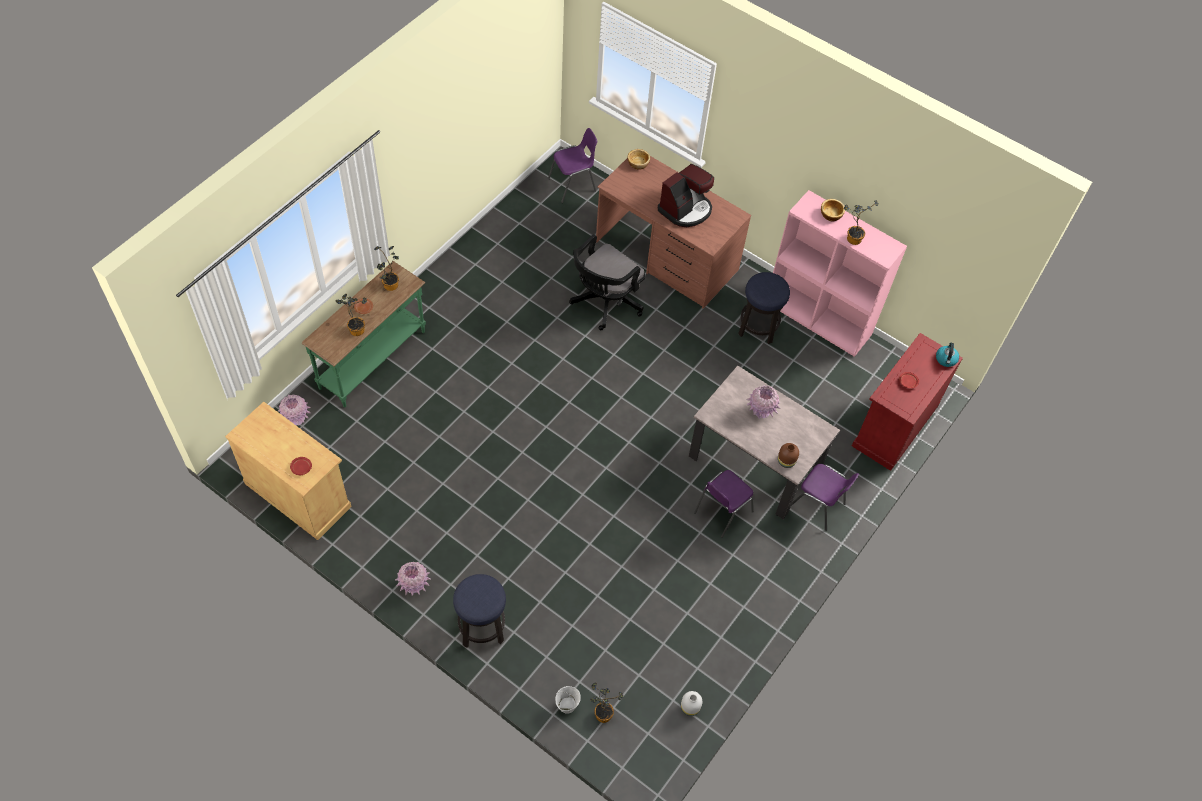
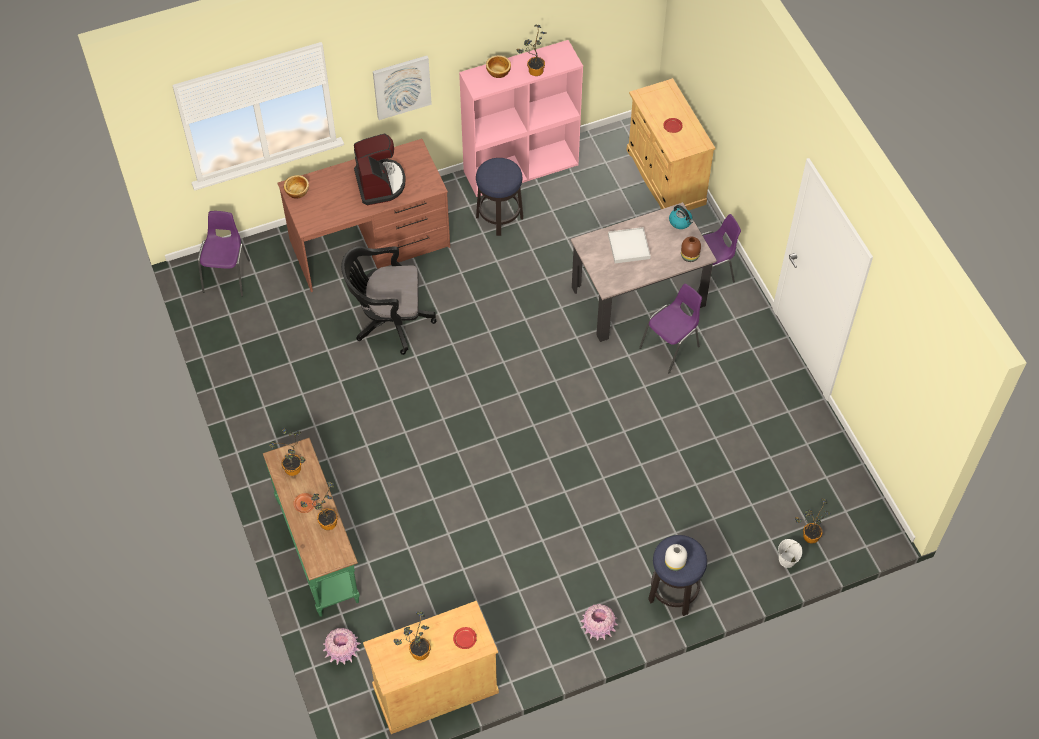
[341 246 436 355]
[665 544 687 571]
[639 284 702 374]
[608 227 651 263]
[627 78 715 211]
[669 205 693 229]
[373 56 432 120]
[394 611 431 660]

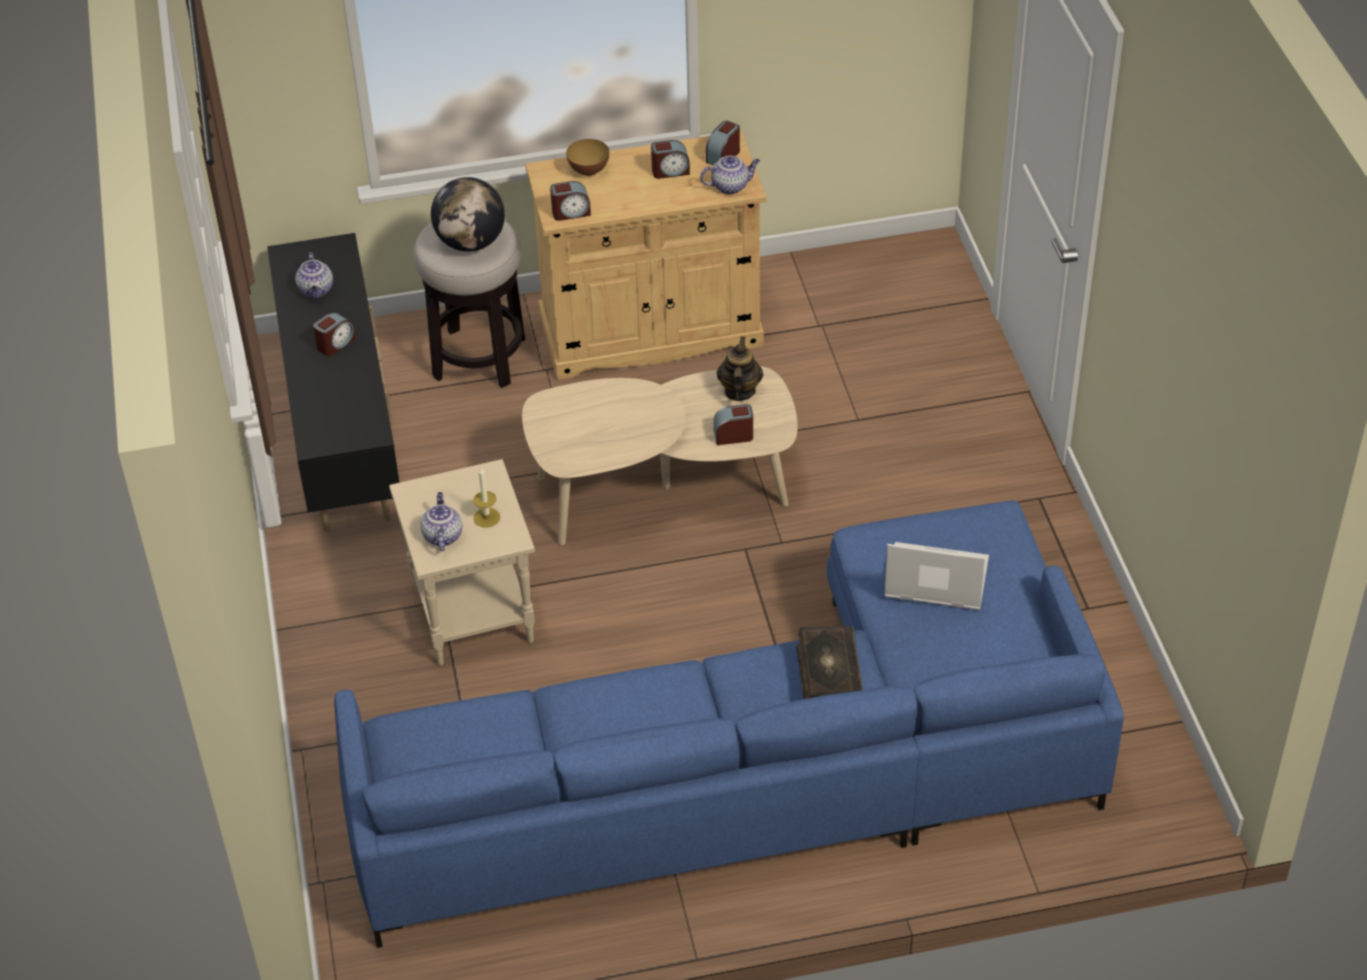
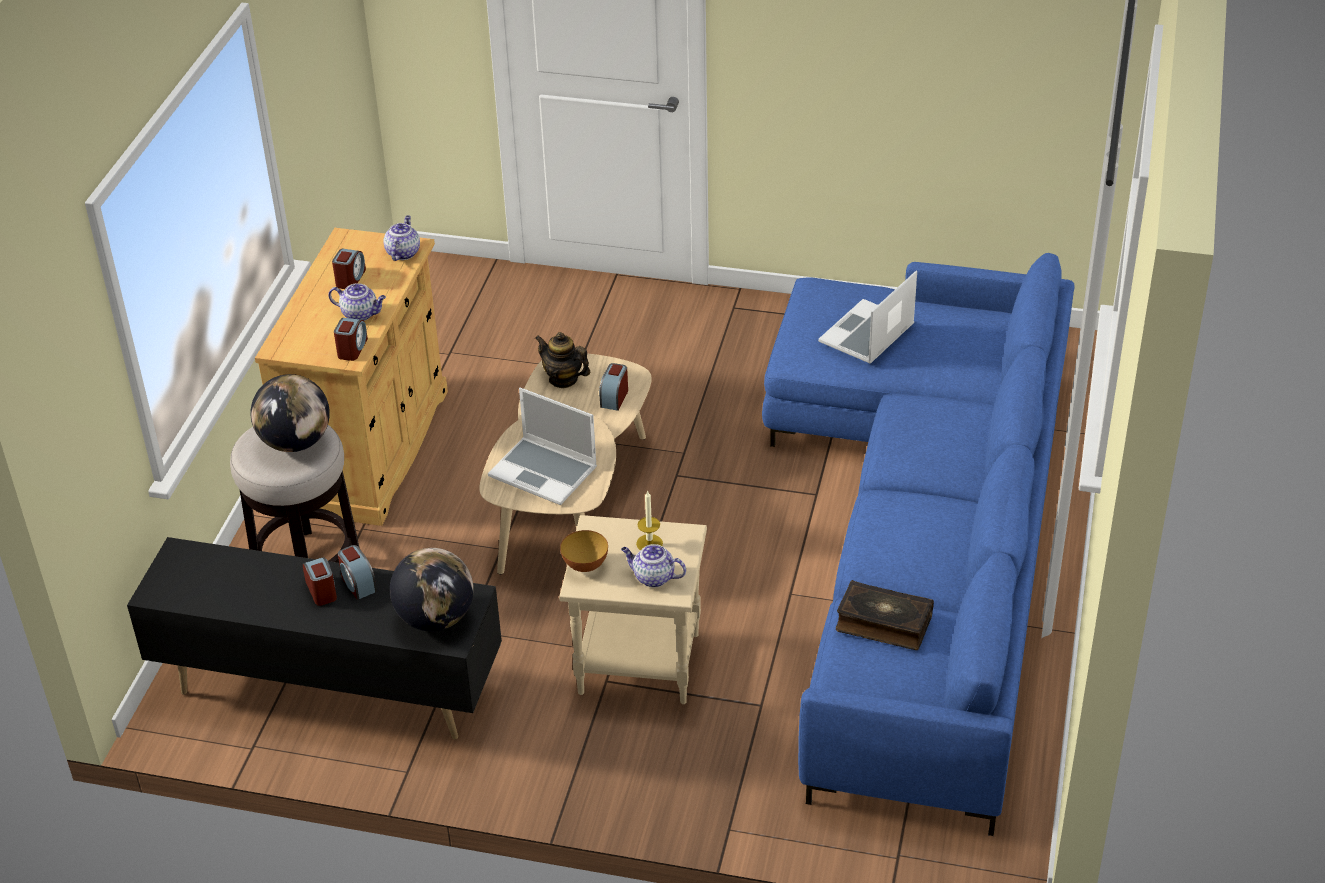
[328 283 386 321]
[560 530 608 572]
[338 545 377 600]
[836 580 934 650]
[390 548 474 631]
[488 387 597 505]

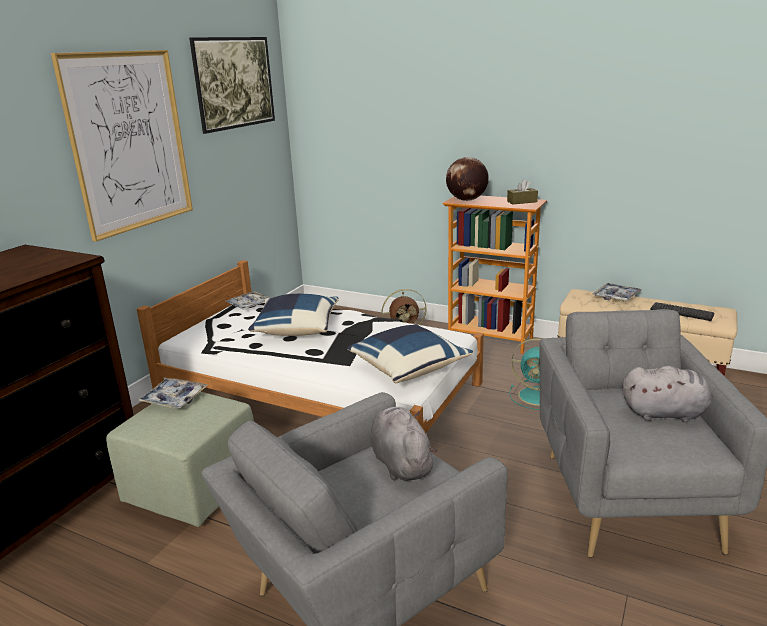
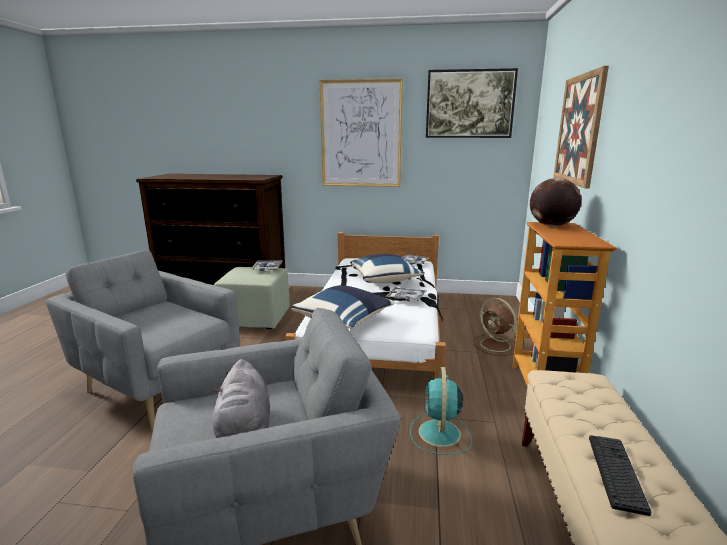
[370 407 437 481] (first image)
[507 179 538 204] (first image)
[386 287 426 301]
[553 66 609 188]

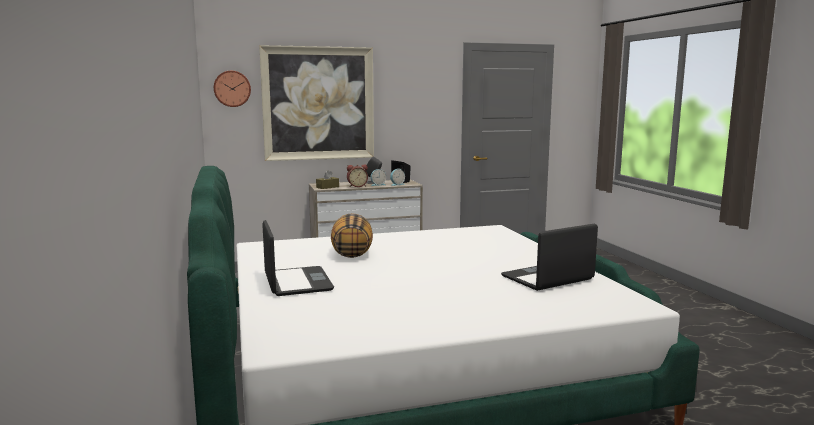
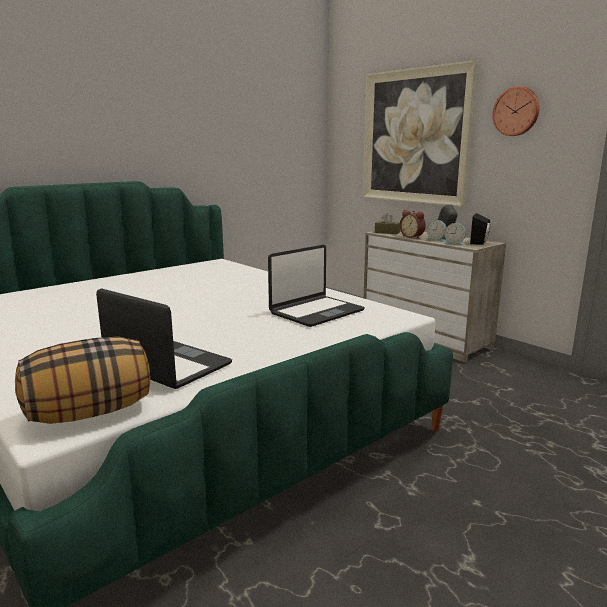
[492 87 540 136]
[268 245 365 327]
[15 337 150 424]

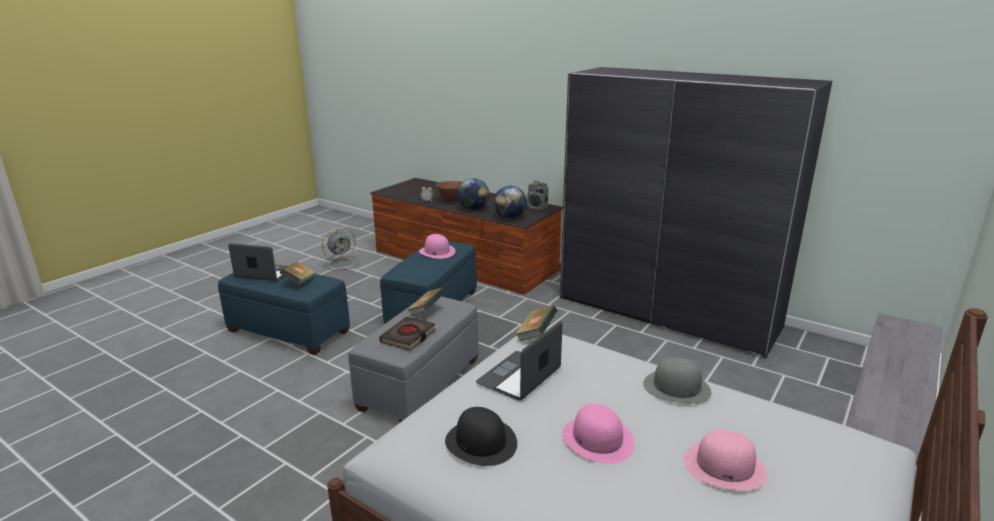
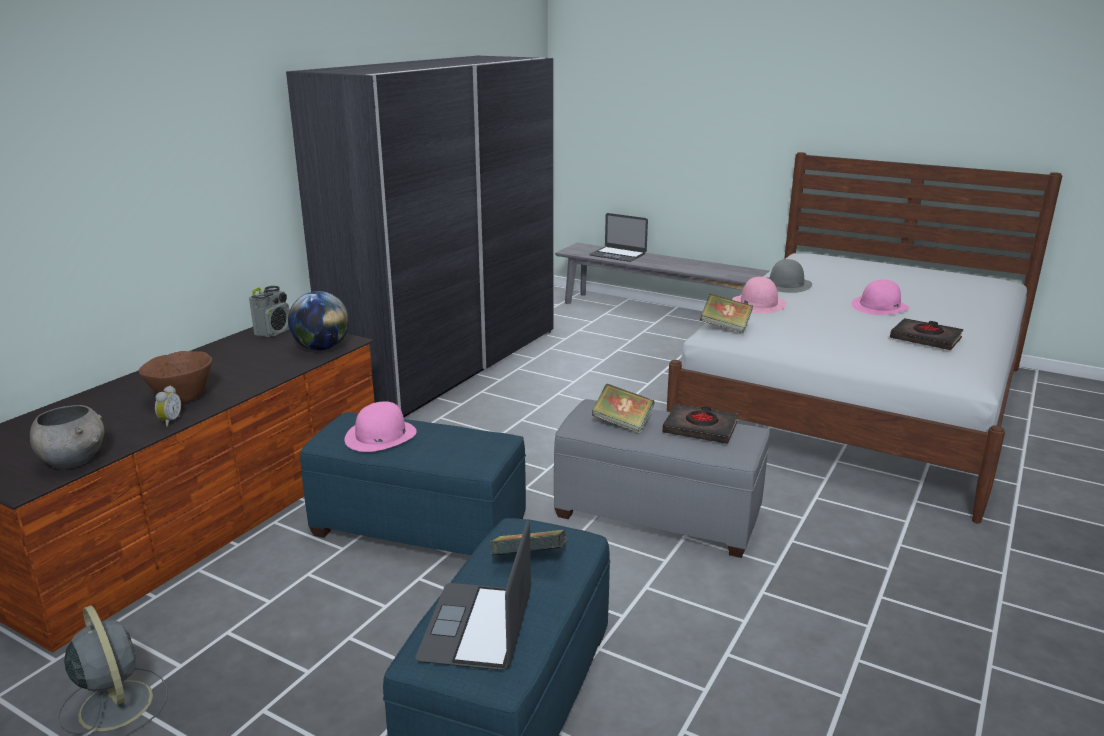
[890 318 963 350]
[458 178 490 210] (first image)
[589 213 648 262]
[732 277 786 313]
[30 405 104 469]

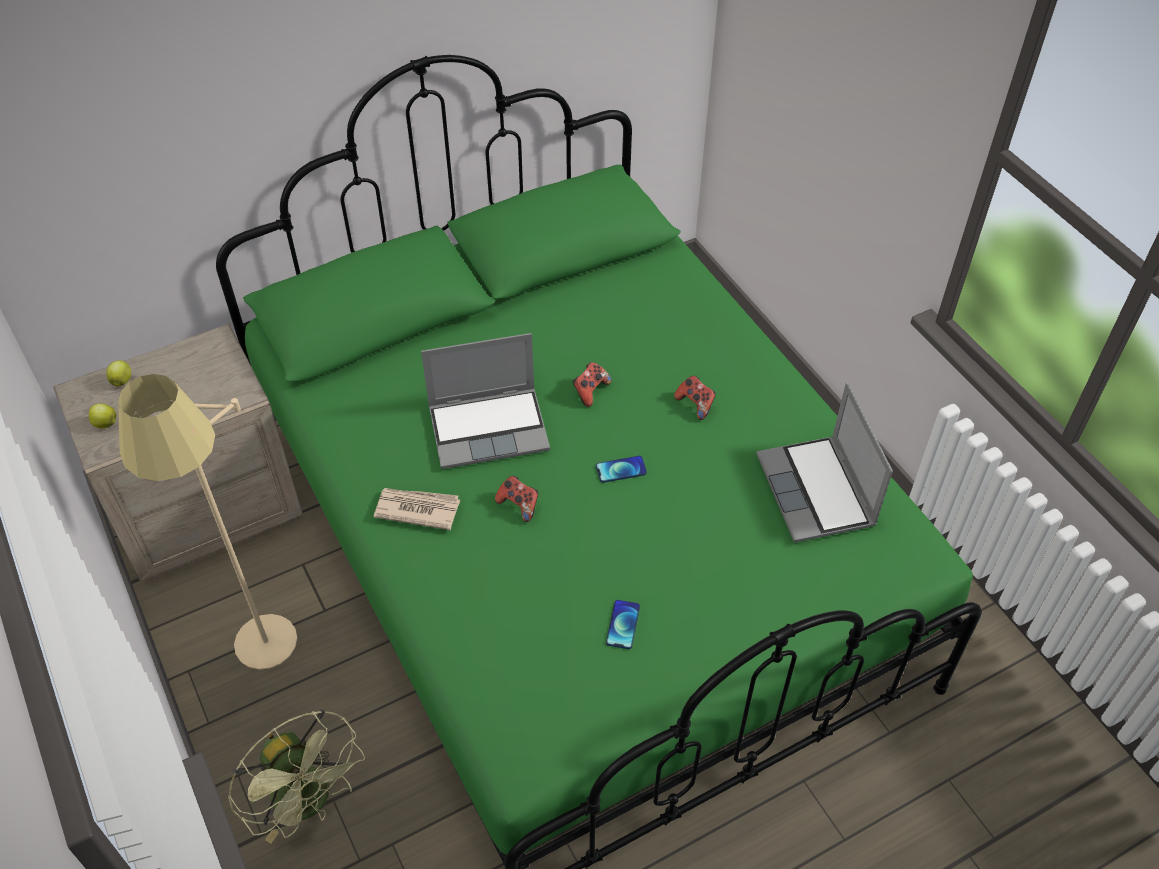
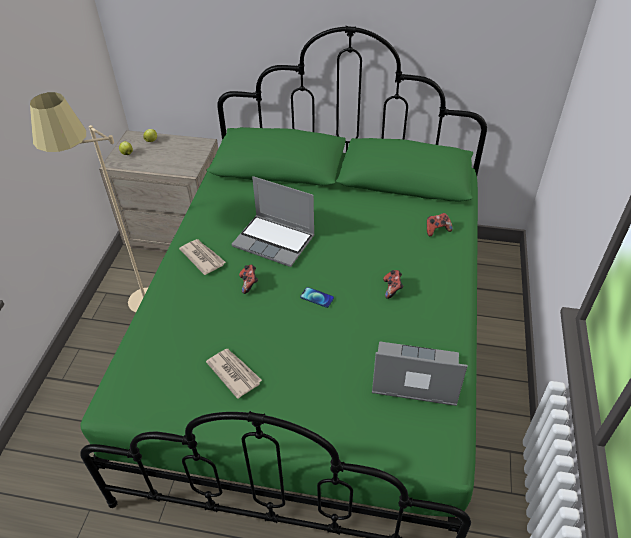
[228 710 365 843] (first image)
[427 213 453 236]
[206 349 262 399]
[372 341 468 406]

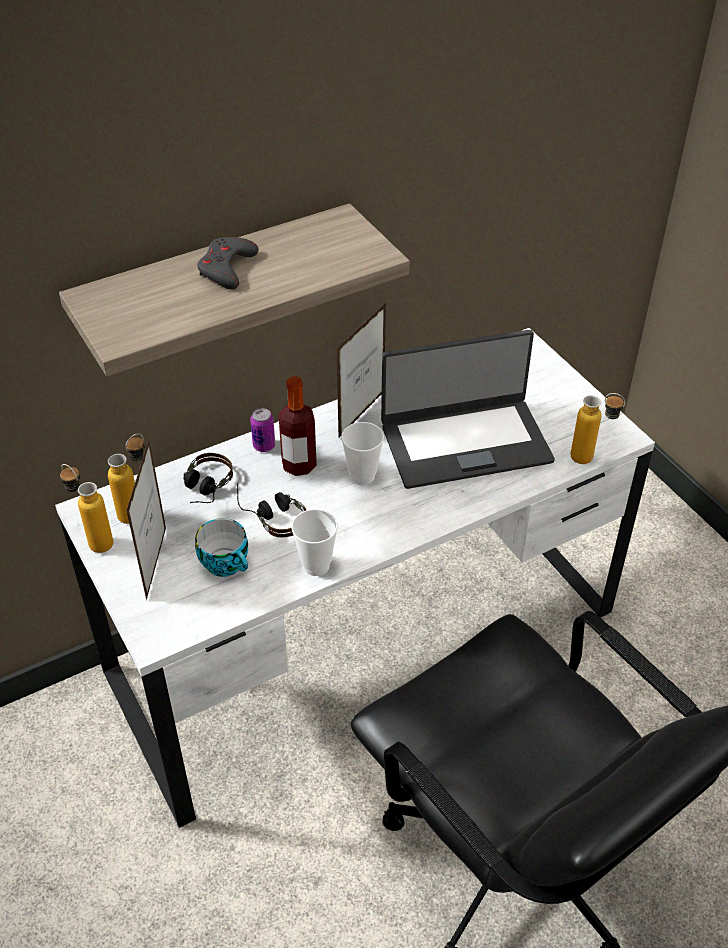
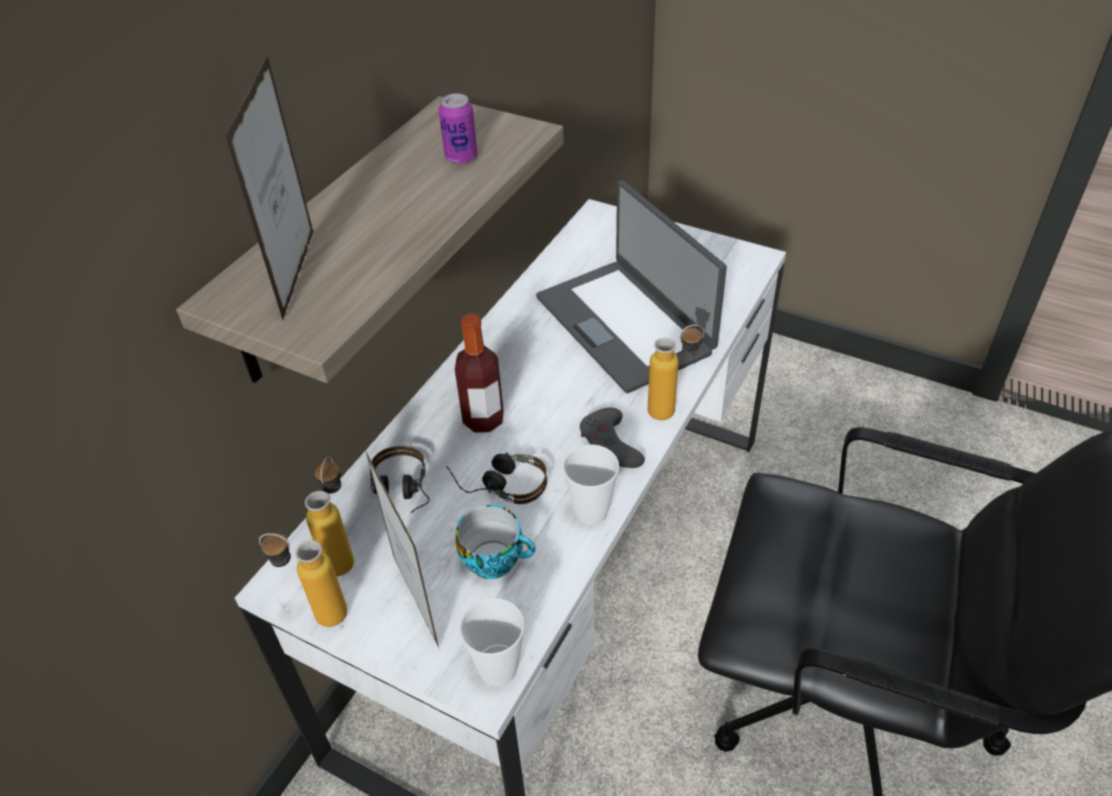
[580 407 645 468]
[439 94 478 164]
[225 54 314 320]
[459 598 525 686]
[536 180 727 393]
[648 325 704 420]

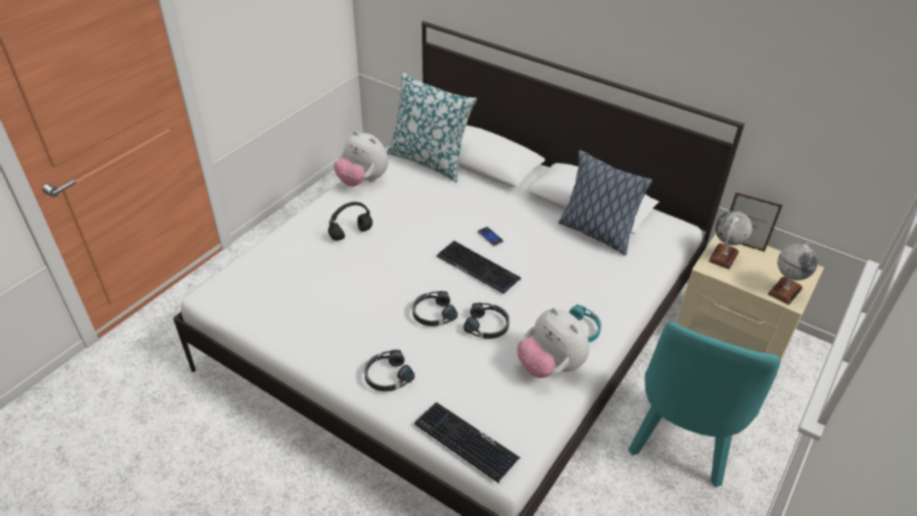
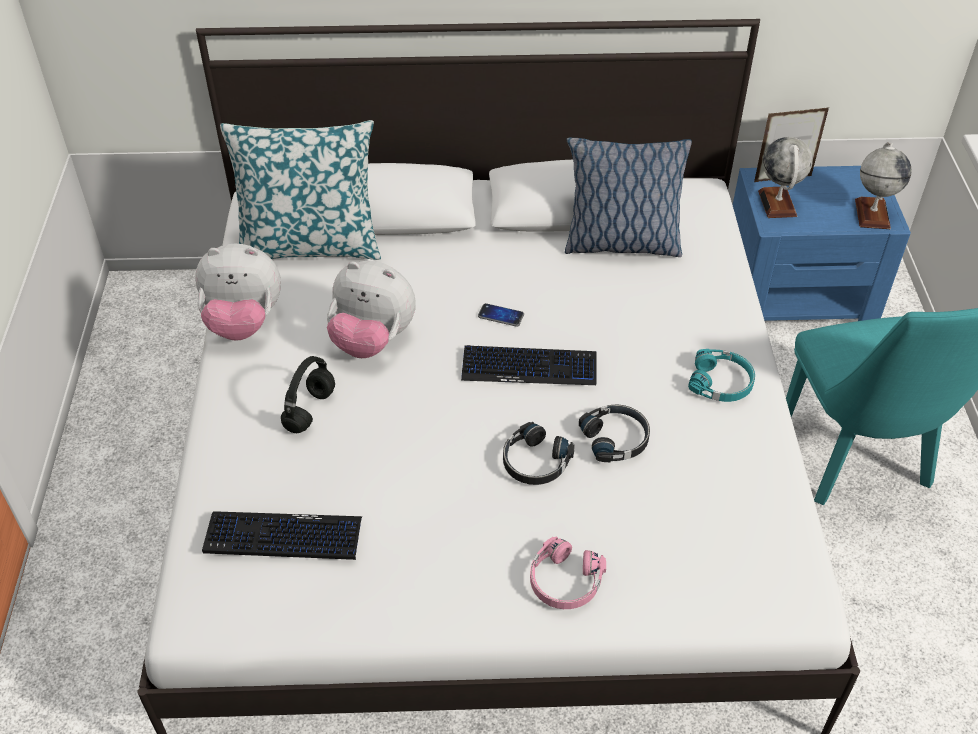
[530 537 606 609]
[202 511 362 560]
[327 261 416 358]
[733 166 911 321]

